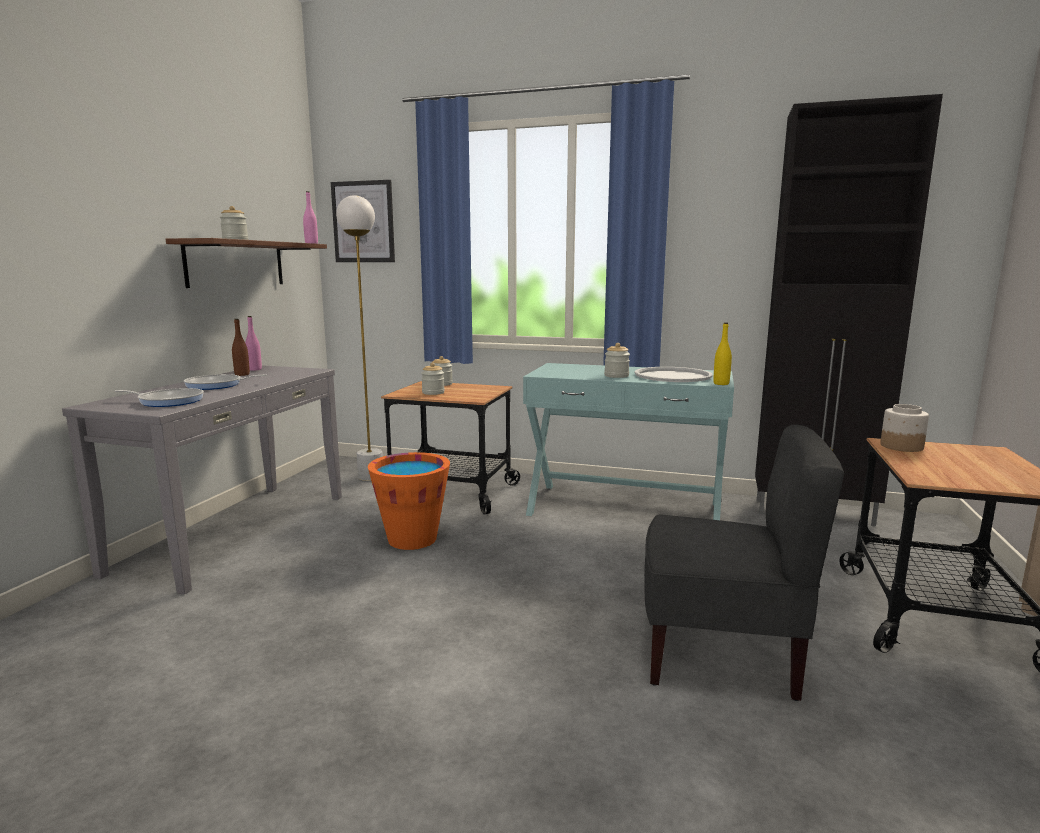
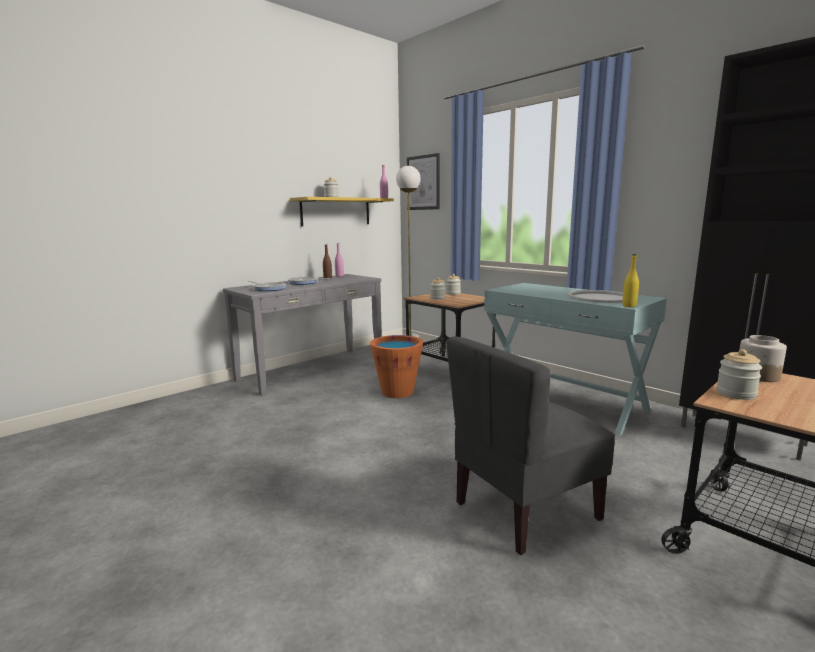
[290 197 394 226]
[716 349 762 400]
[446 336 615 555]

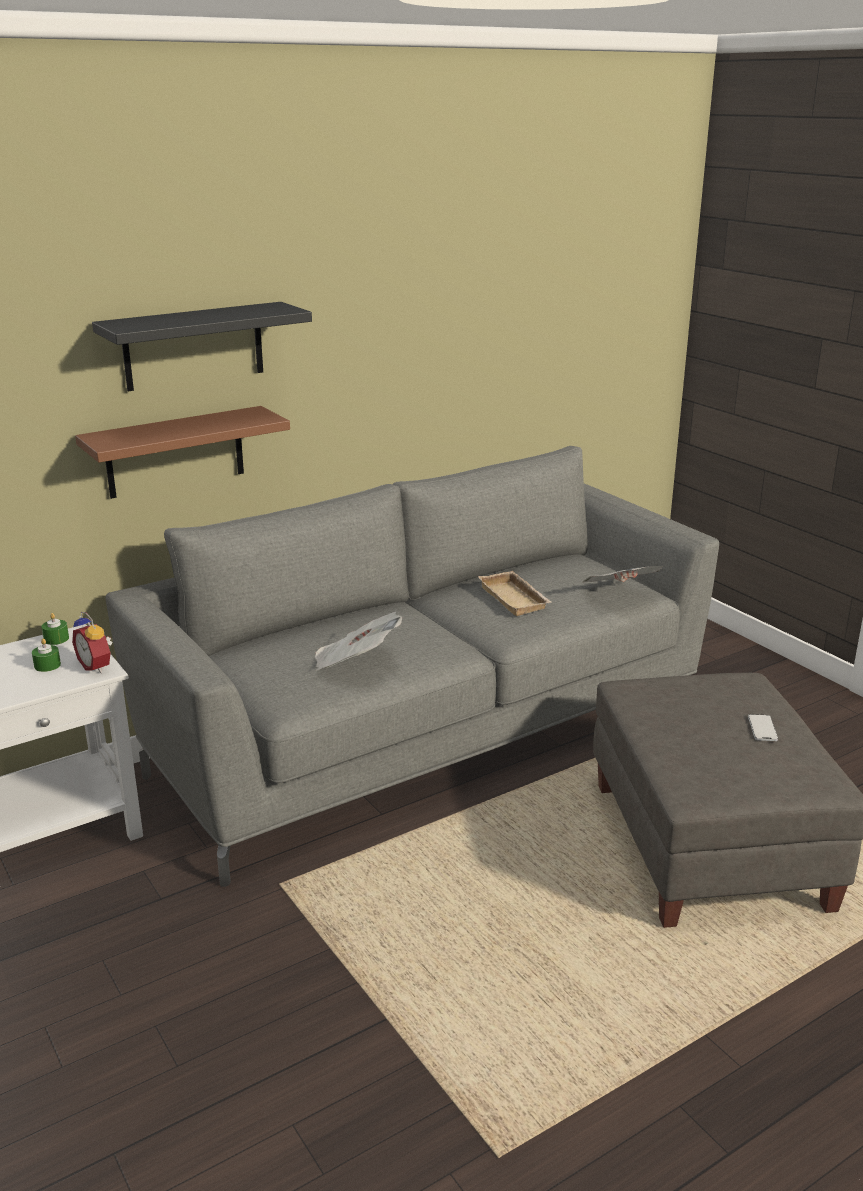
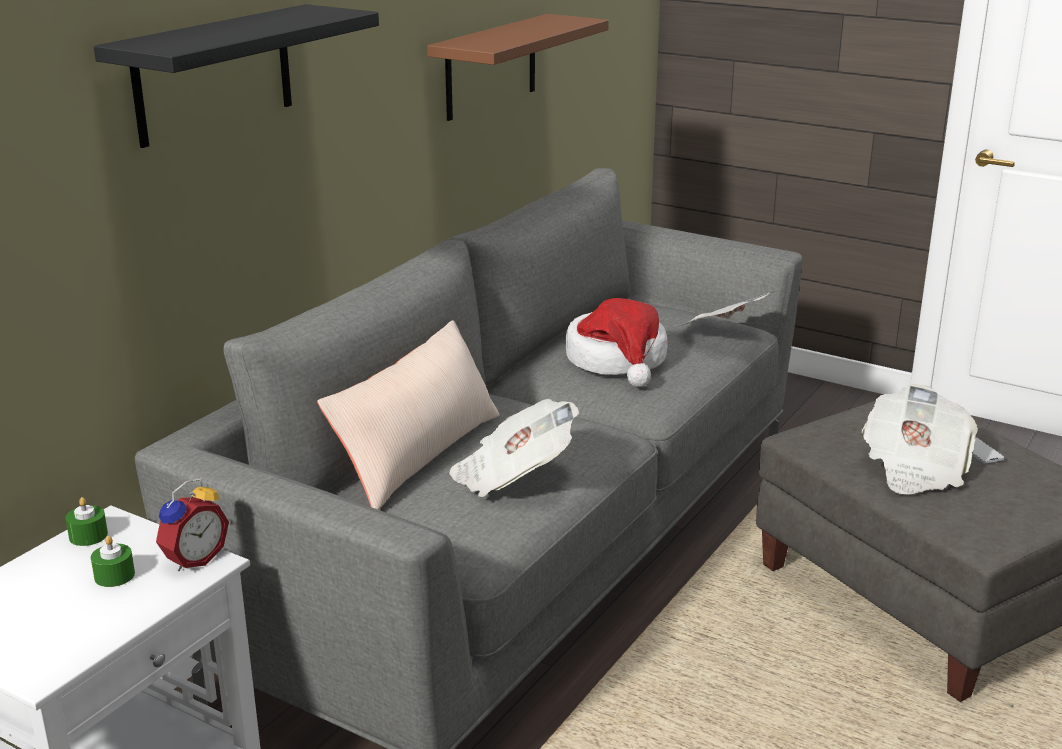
[156 478 229 571]
[427 14 609 121]
[566 298 668 387]
[317 320 500 510]
[862 384 978 494]

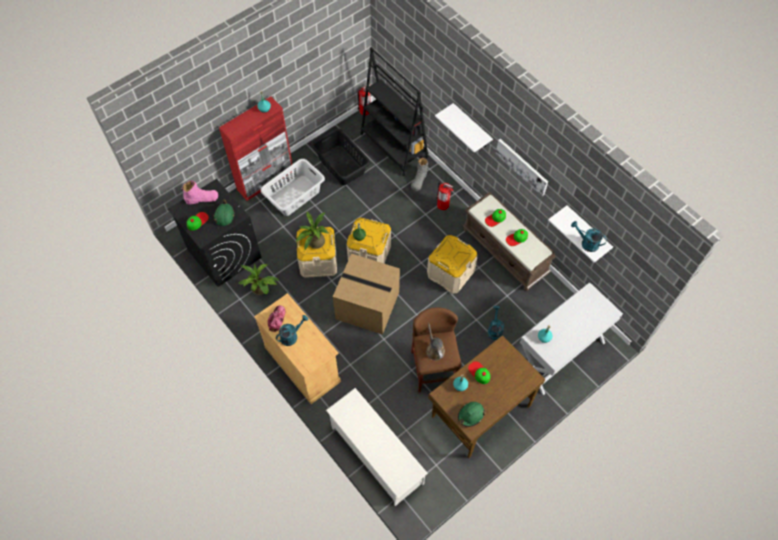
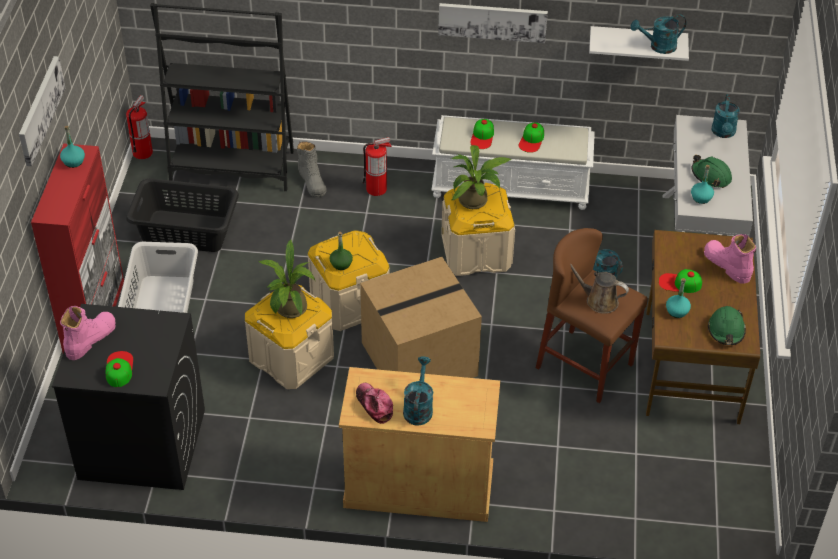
[692 155 732 188]
[451 145 511 209]
[326 388 428 506] (first image)
[435 103 493 153] (first image)
[431 115 595 210]
[19 56 65 166]
[704 234 756 284]
[712 94 740 138]

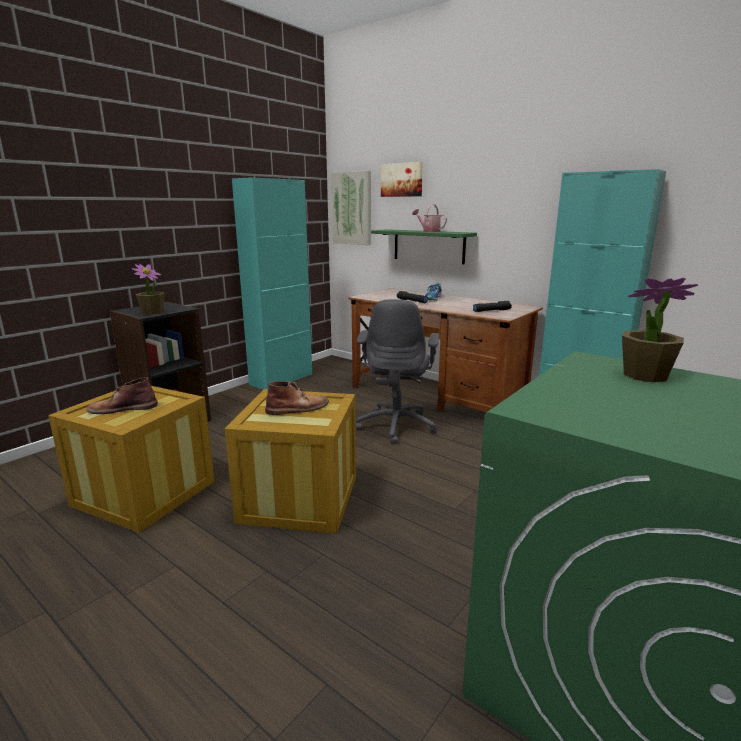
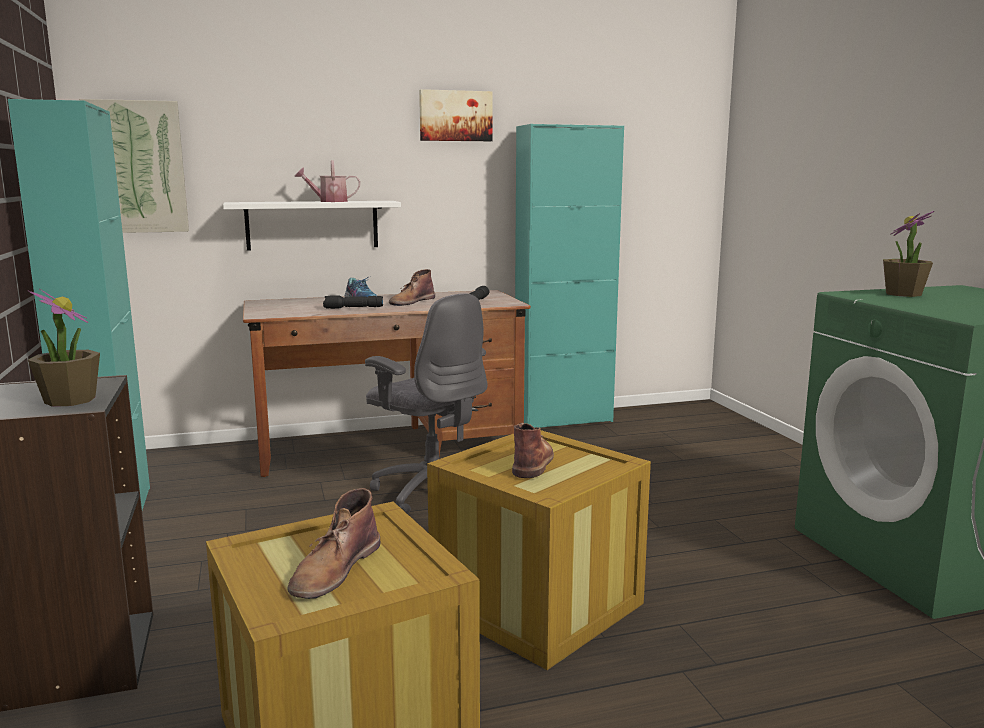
[223 201 401 251]
[419 89 493 141]
[389 269 435 306]

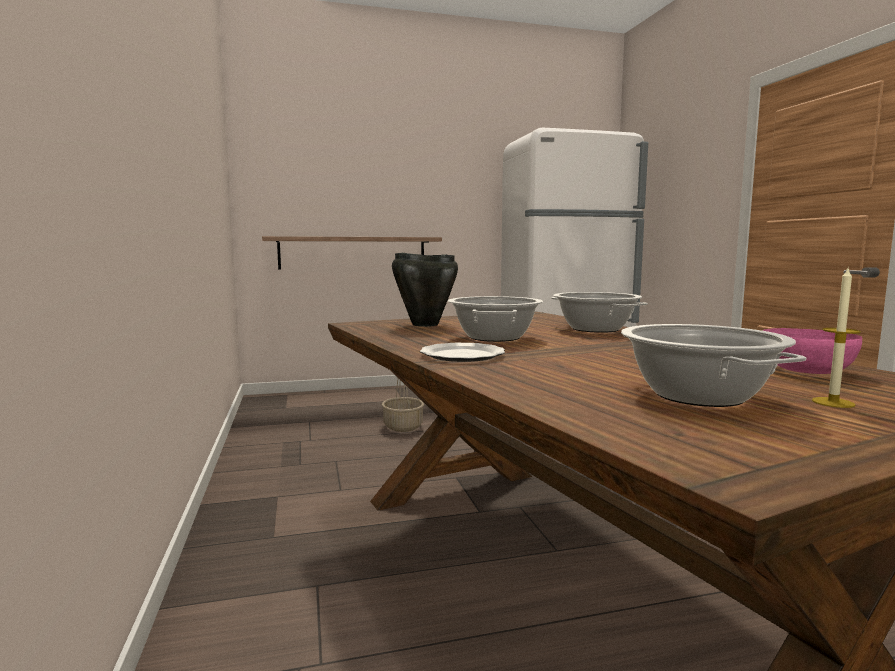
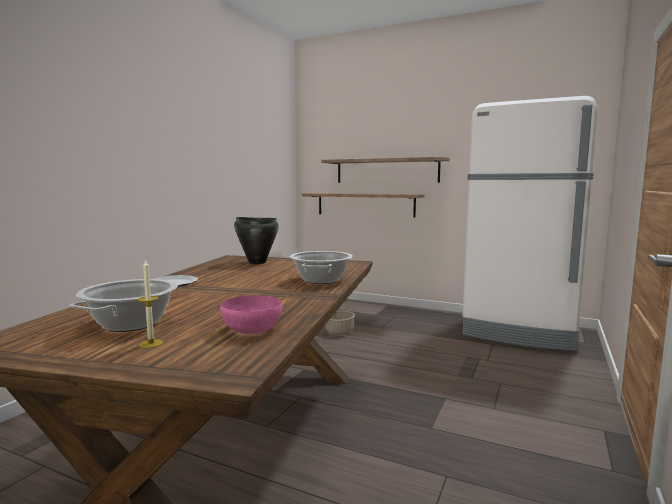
[448 296 543 342] (first image)
[321 157 450 183]

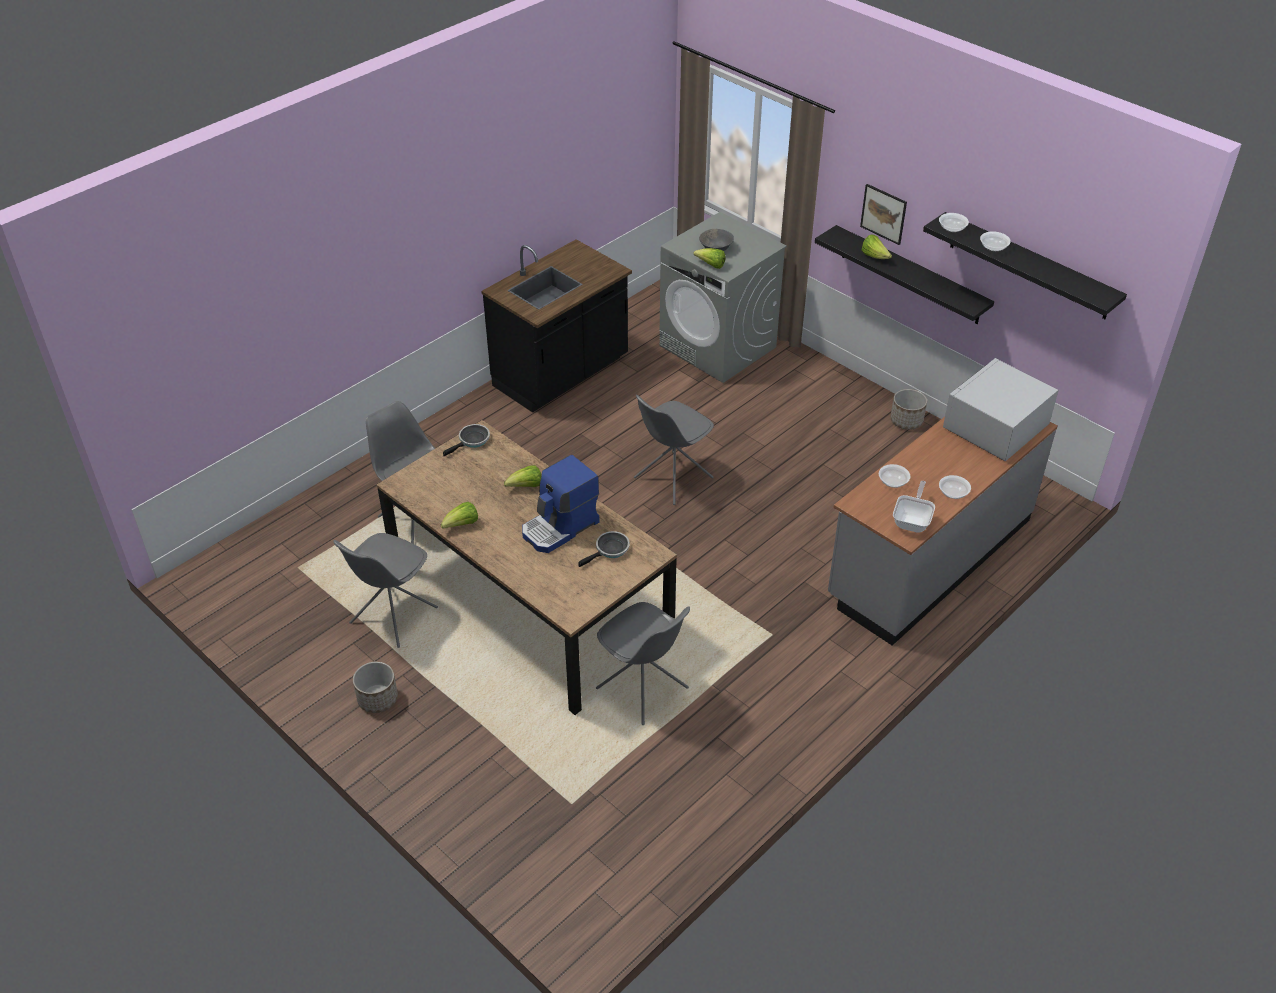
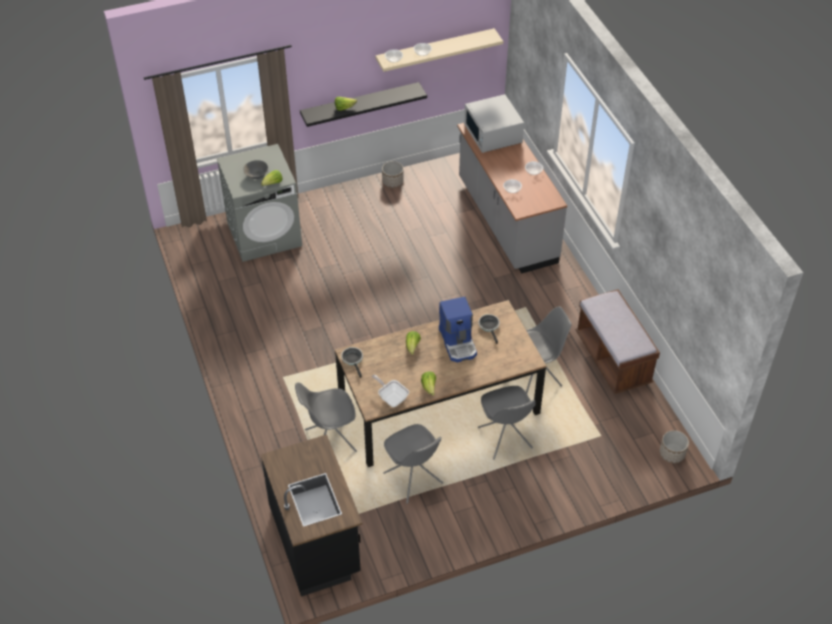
[660 430 689 463]
[261 434 362 597]
[478 386 535 460]
[860 184 907 245] (first image)
[372 375 409 407]
[376 28 503 72]
[576 289 660 394]

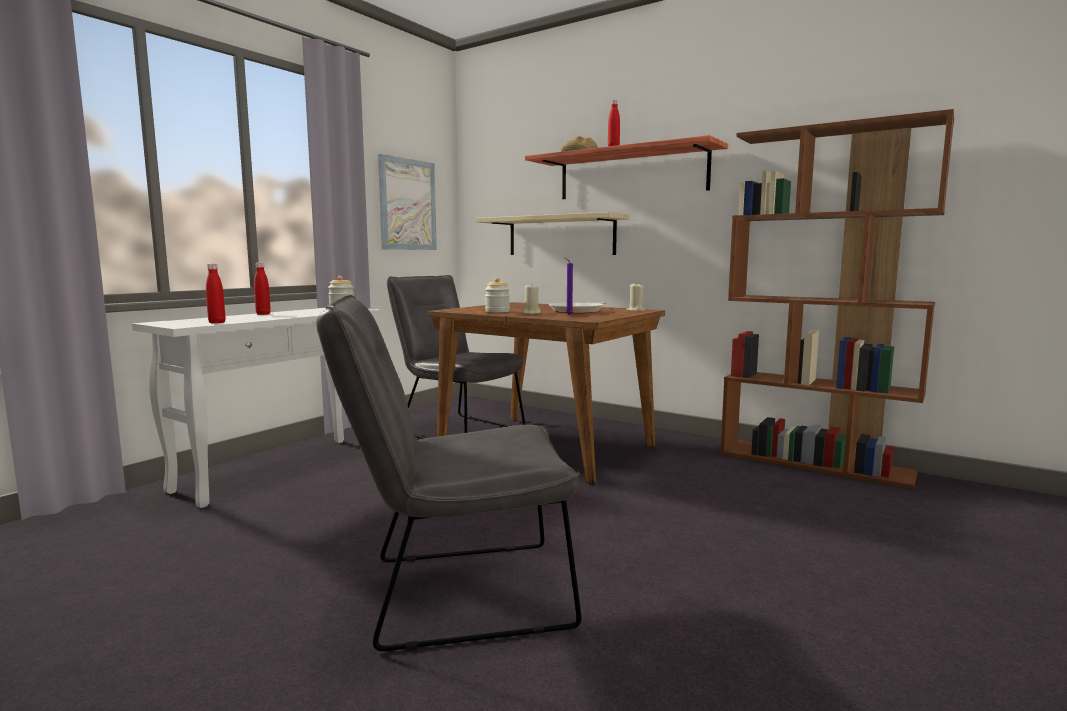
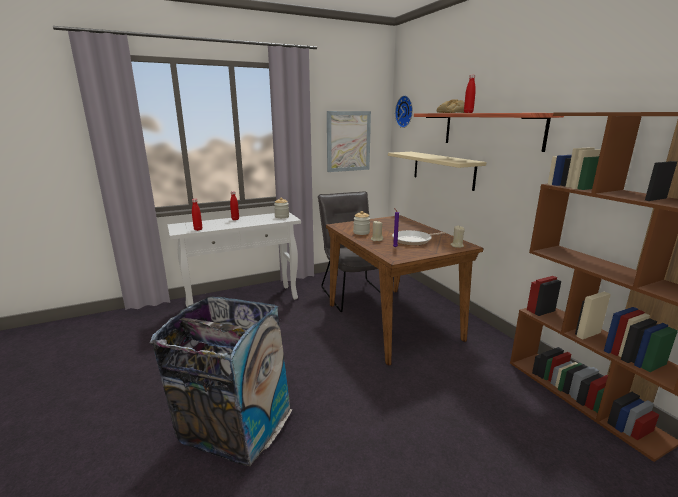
[150 297 292 466]
[395 95 413 128]

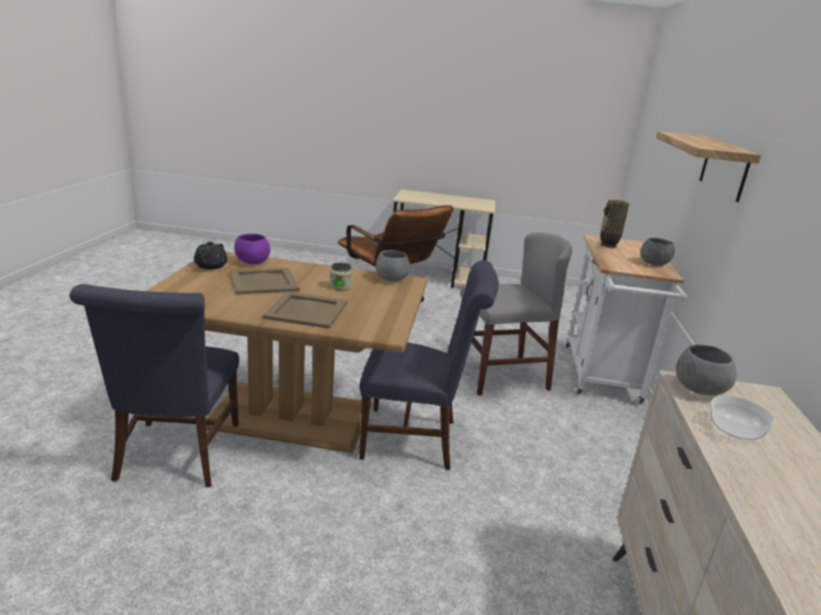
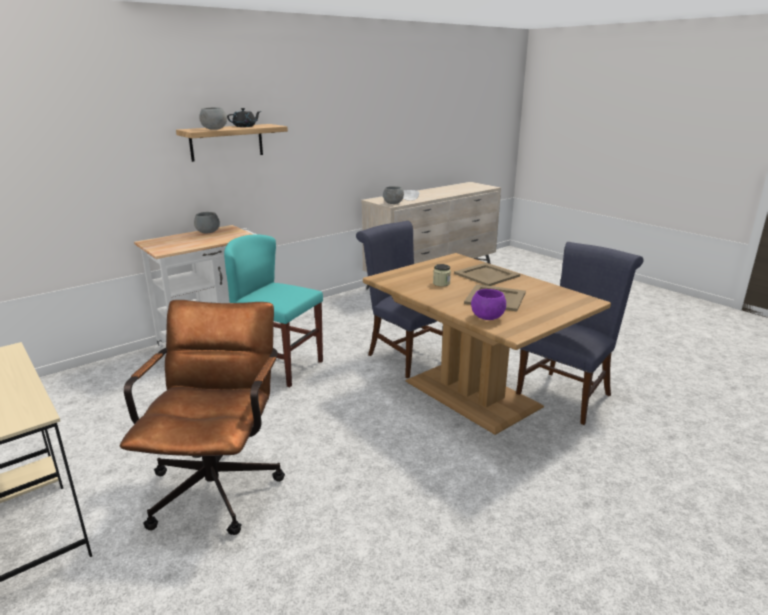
[227 108 261 127]
[199 107 227 130]
[224 235 323 387]
[600 200 629 248] (first image)

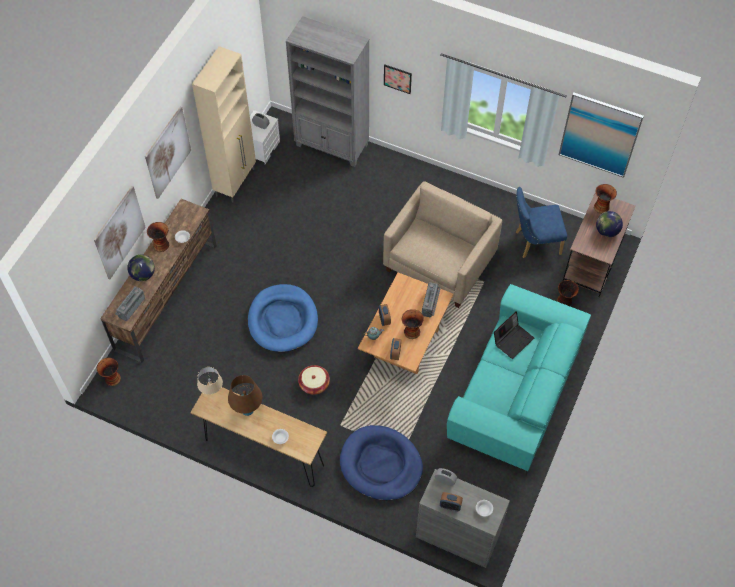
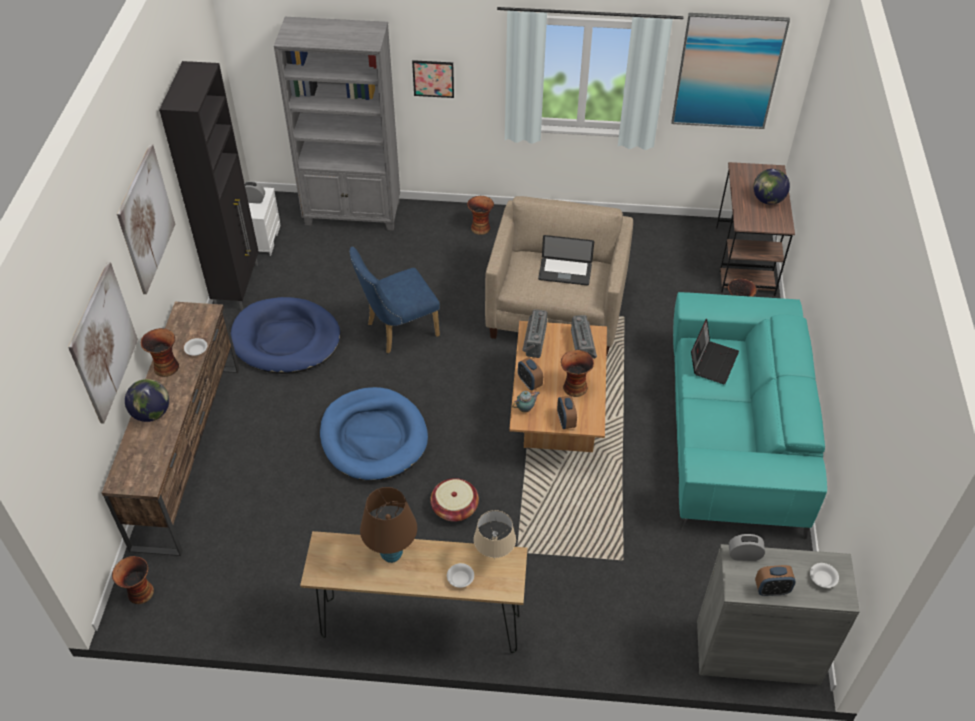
[522 309 547 358]
[159 61 259 311]
[474 510 516 560]
[230 297 340 374]
[349 247 440 354]
[467 196 494 235]
[538 235 594 285]

